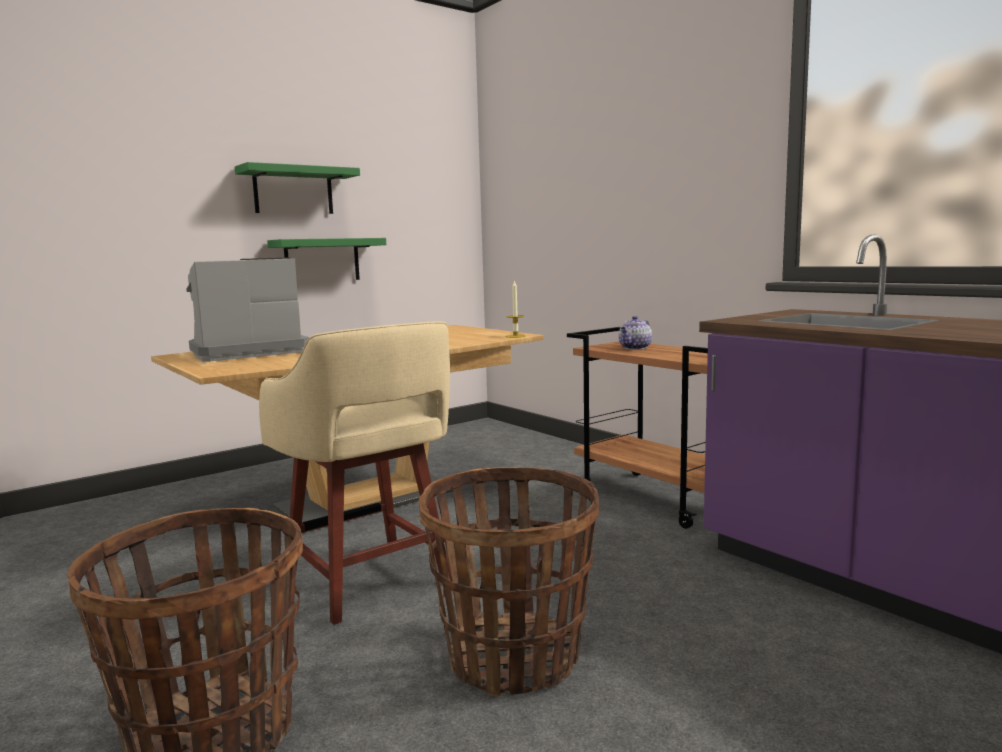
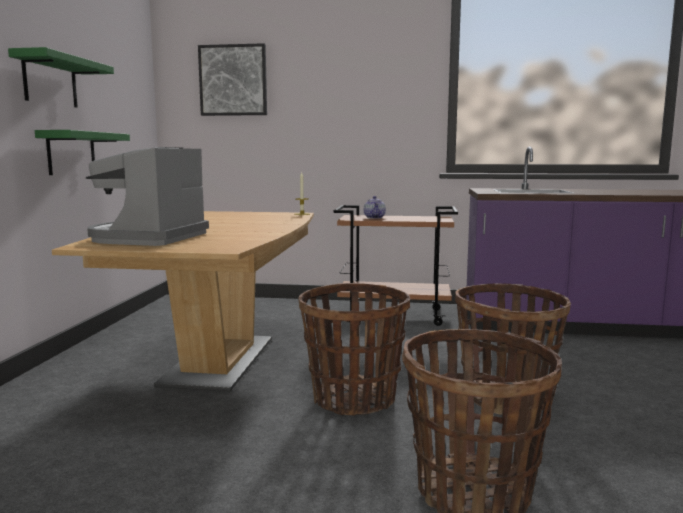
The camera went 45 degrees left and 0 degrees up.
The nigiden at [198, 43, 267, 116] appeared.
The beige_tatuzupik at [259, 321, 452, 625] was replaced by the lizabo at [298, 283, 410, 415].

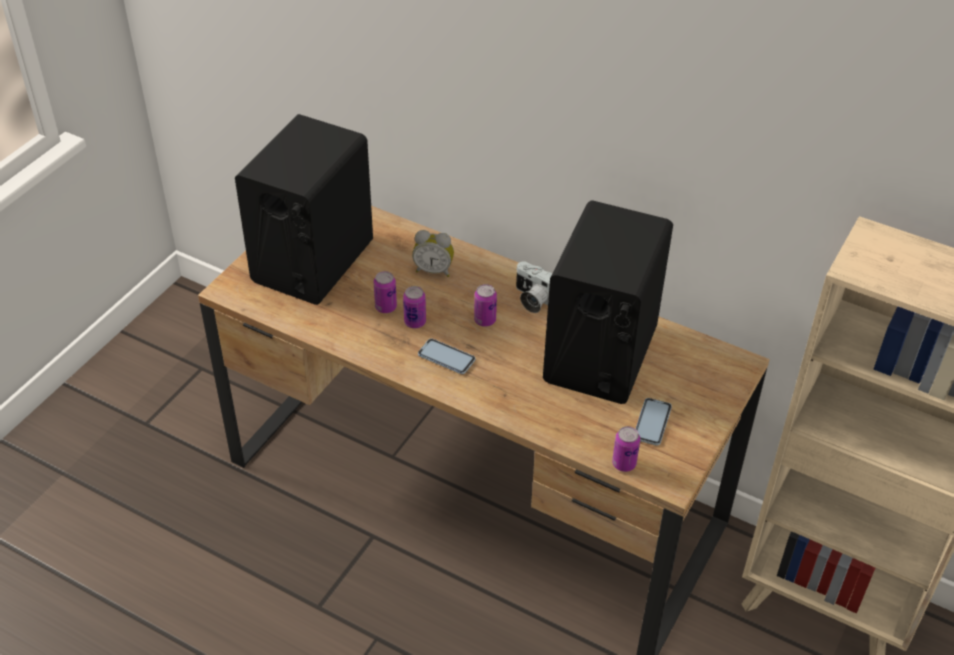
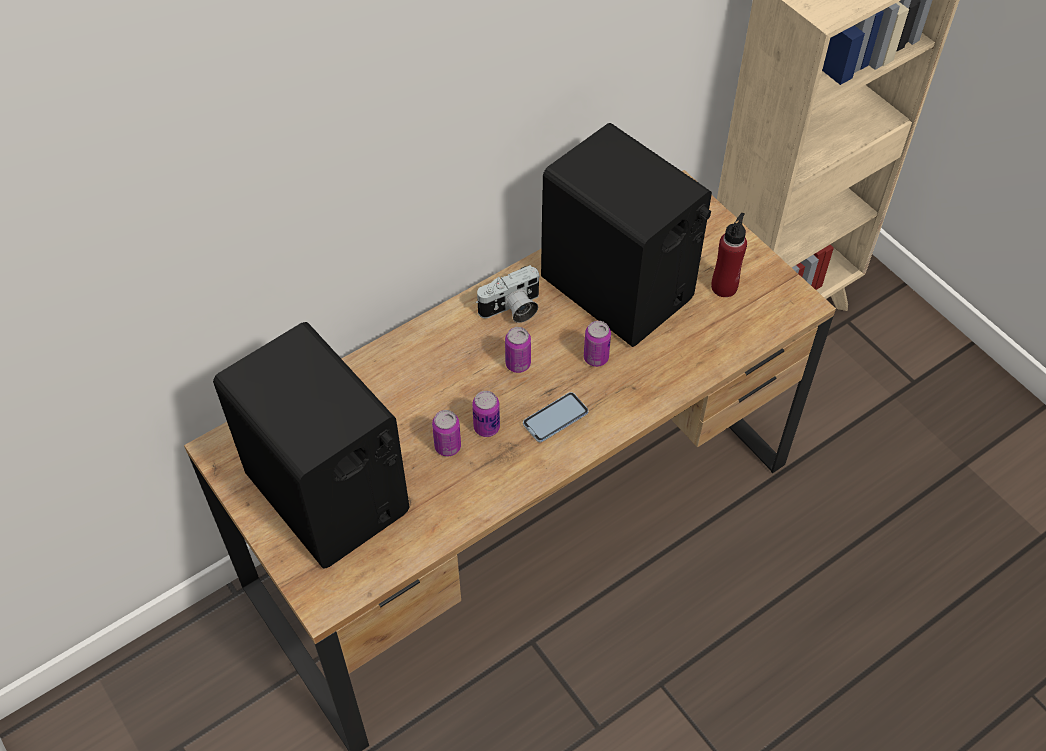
The camera went 65 degrees left and 10 degrees up.
The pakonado at [412, 230, 454, 277] disappeared.
The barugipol moved from [612, 426, 640, 472] to [584, 321, 611, 367].
The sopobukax at [636, 398, 672, 446] was replaced by the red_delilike at [711, 213, 747, 297].

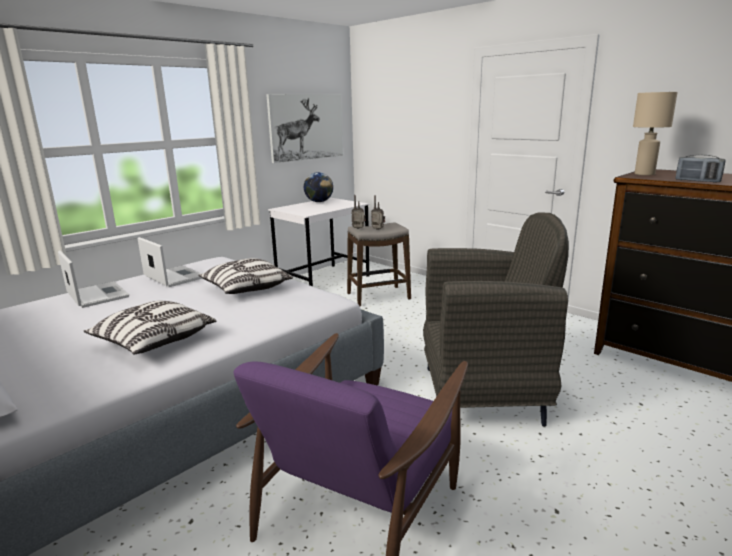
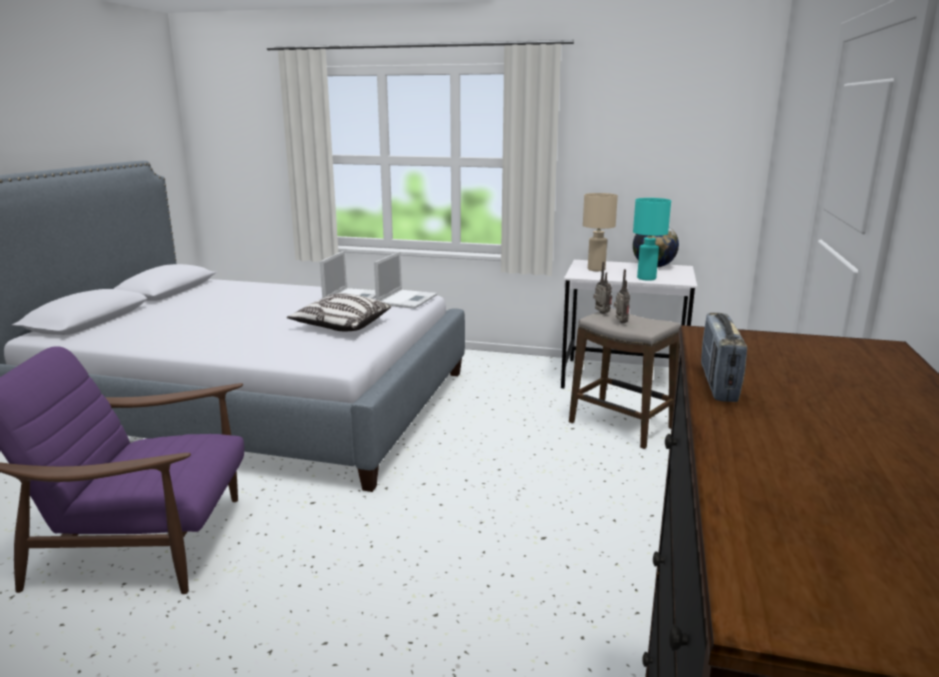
The camera went 60 degrees right and 0 degrees up.
The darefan at [84, 301, 216, 355] disappeared.
The nigiden at [266, 94, 343, 163] disappeared.
The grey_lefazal at [423, 213, 569, 426] disappeared.
The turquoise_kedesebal at [633, 198, 671, 281] appeared.
The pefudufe moved from [58, 251, 129, 308] to [374, 252, 437, 309].
The beige_kedesebal moved from [633, 92, 678, 176] to [583, 193, 618, 271].

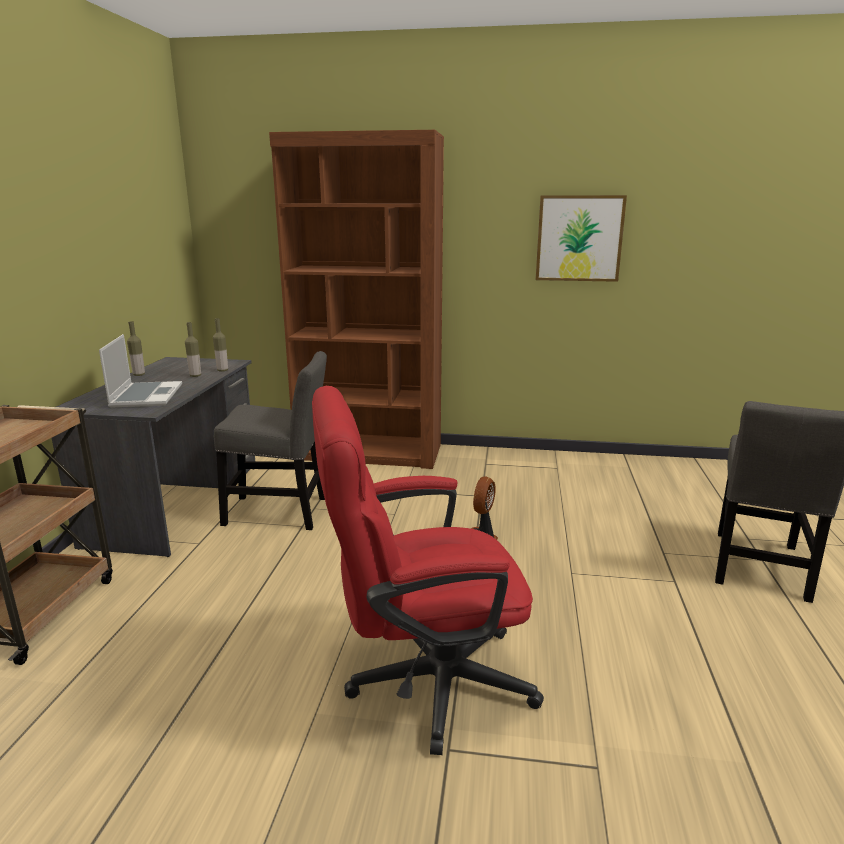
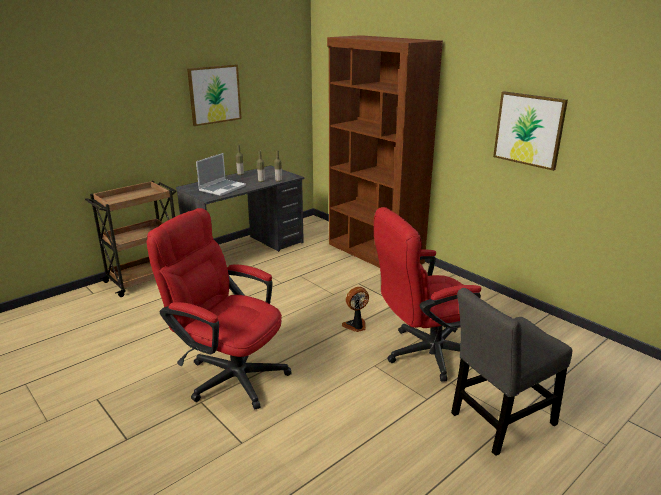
The camera went 40 degrees right and 5 degrees up.
The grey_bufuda at [214, 351, 327, 530] disappeared.
The nigiden at [187, 64, 242, 126] appeared.
The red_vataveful at [374, 207, 481, 381] appeared.

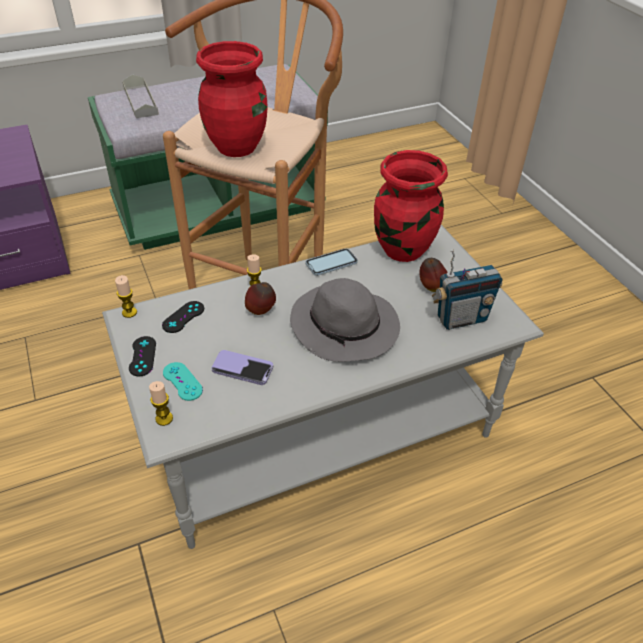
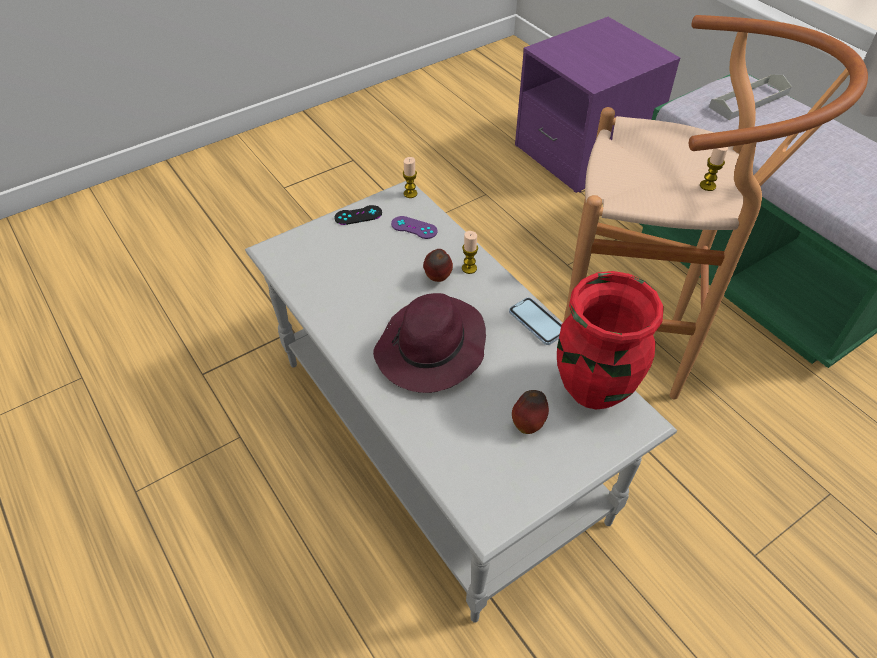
The camera went 80 degrees right and 5 degrees up.
The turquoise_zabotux at [163, 362, 203, 401] disappeared.
The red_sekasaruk at [196, 41, 268, 157] disappeared.
The sopobukax at [211, 350, 273, 385] disappeared.
The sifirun at [432, 249, 503, 330] disappeared.
The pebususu moved from [149, 381, 173, 426] to [700, 147, 728, 191].
The black_zabotux at [162, 301, 204, 333] became the purple_zabotux at [391, 216, 438, 239].
The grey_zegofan at [290, 278, 400, 362] became the purple_zegofan at [373, 293, 486, 393].

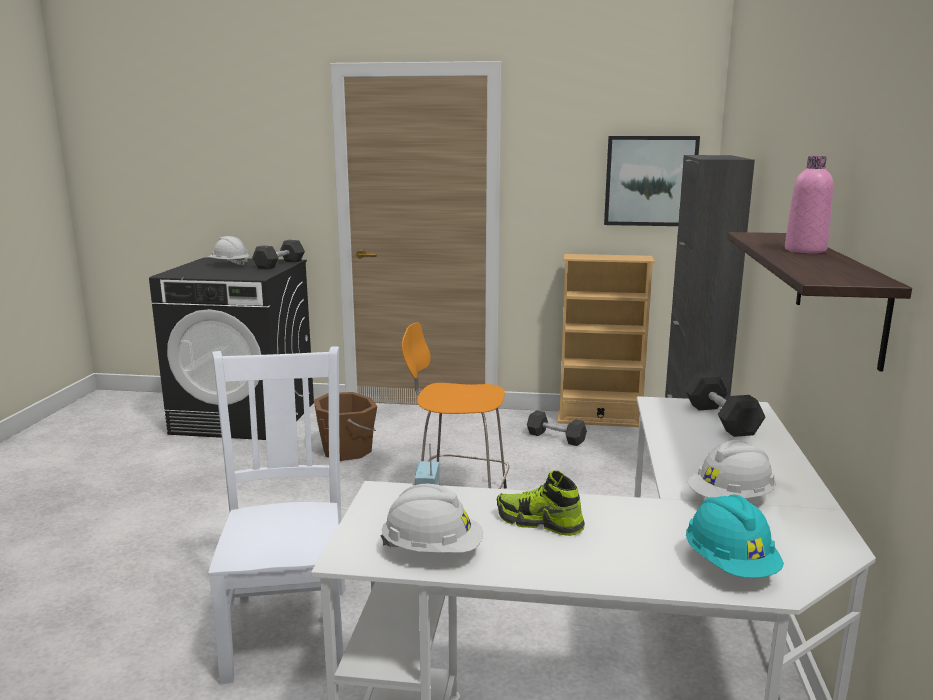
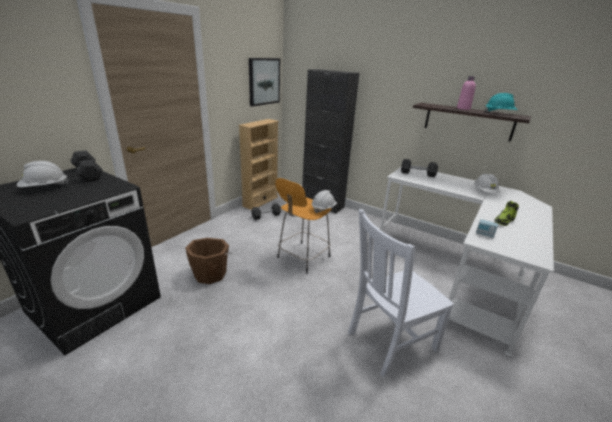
The camera went 65 degrees left and 10 degrees up.
The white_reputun moved from [380, 484, 483, 553] to [312, 190, 337, 213].
The turquoise_reputun moved from [686, 495, 784, 578] to [484, 93, 518, 113].
The white_bufuda at [208, 347, 346, 684] turned 45 degrees counterclockwise.

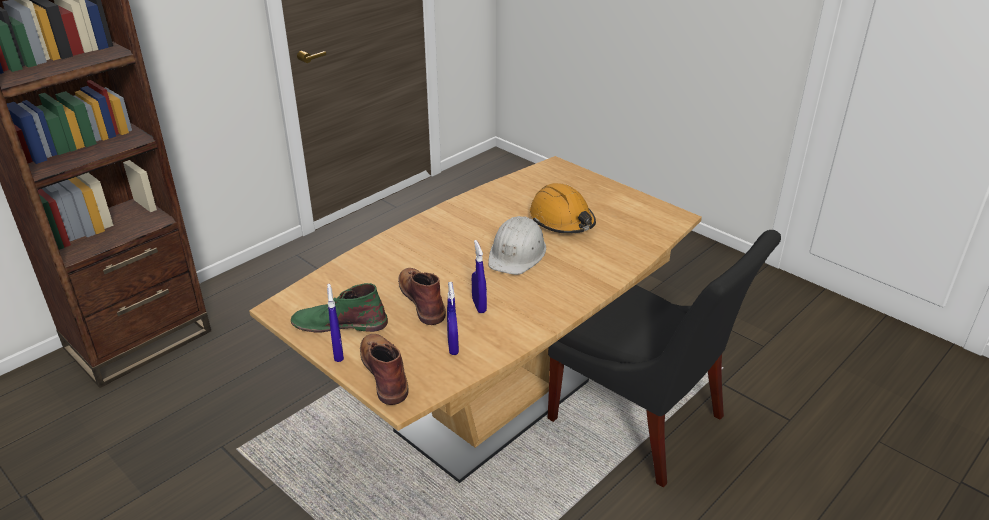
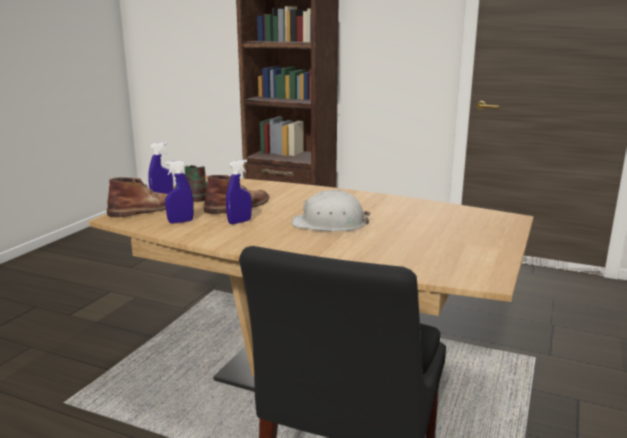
The camera went 70 degrees right and 15 degrees down.
The orange_reputun at [530, 183, 596, 234] disappeared.

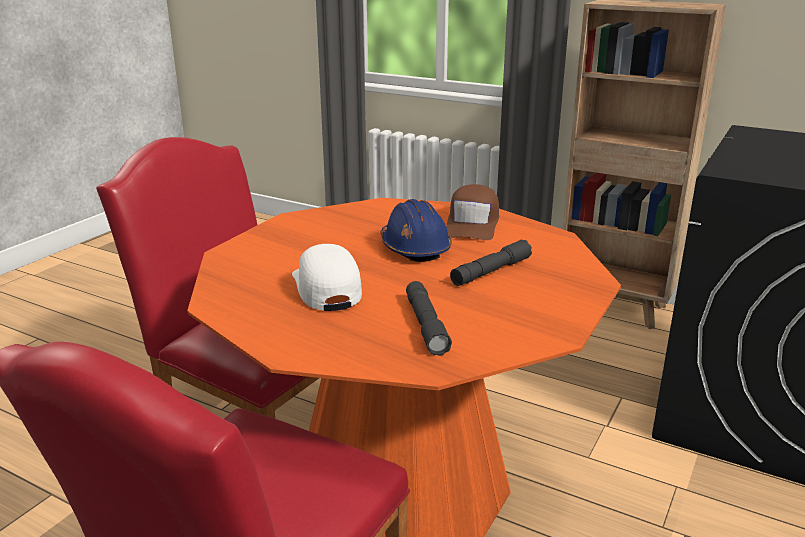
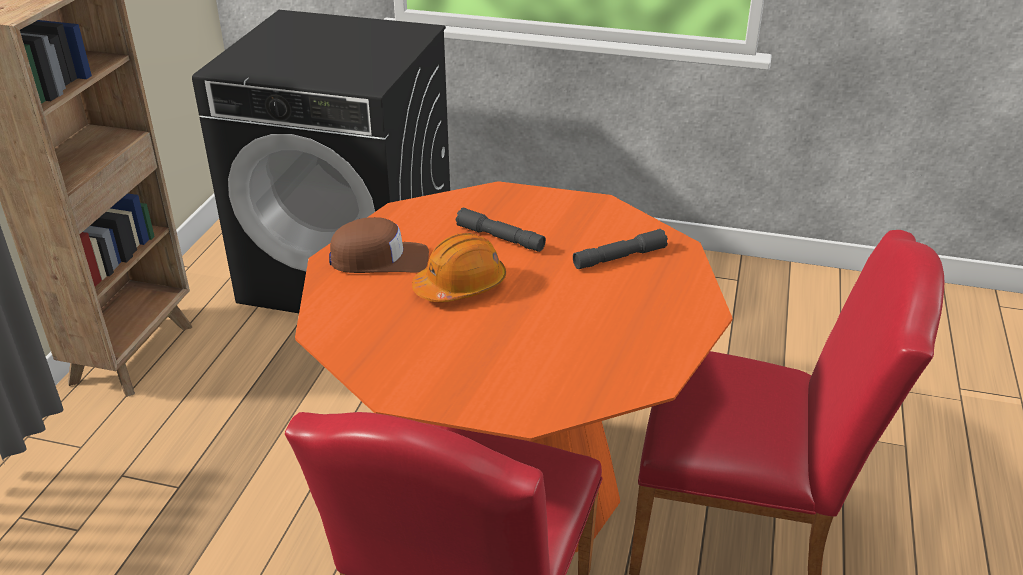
The camera went 105 degrees left and 10 degrees up.
The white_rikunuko at [292, 244, 362, 311] disappeared.
The blue_reputun at [381, 199, 452, 262] became the orange_reputun at [412, 233, 506, 302].

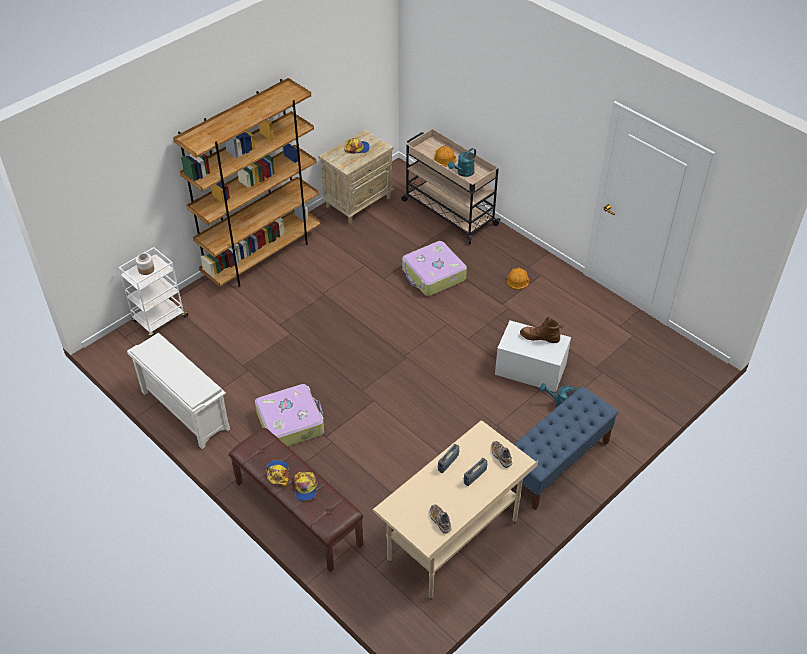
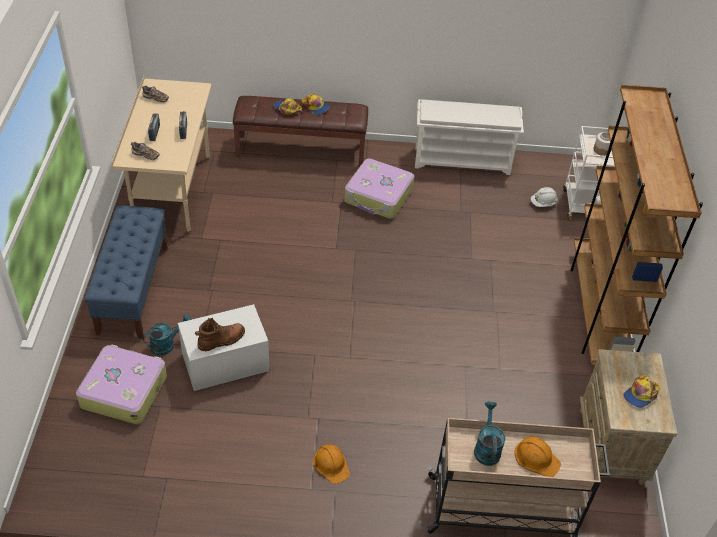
The camera went 135 degrees right and 0 degrees up.
The white_reputun at [531, 187, 558, 207] appeared.
The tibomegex moved from [402, 241, 467, 296] to [76, 344, 167, 424].

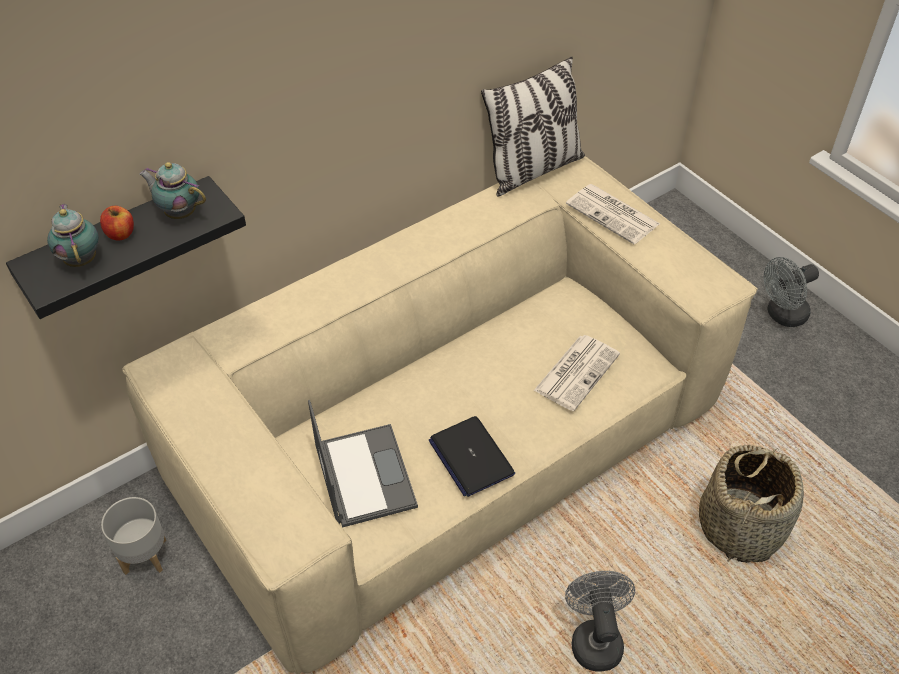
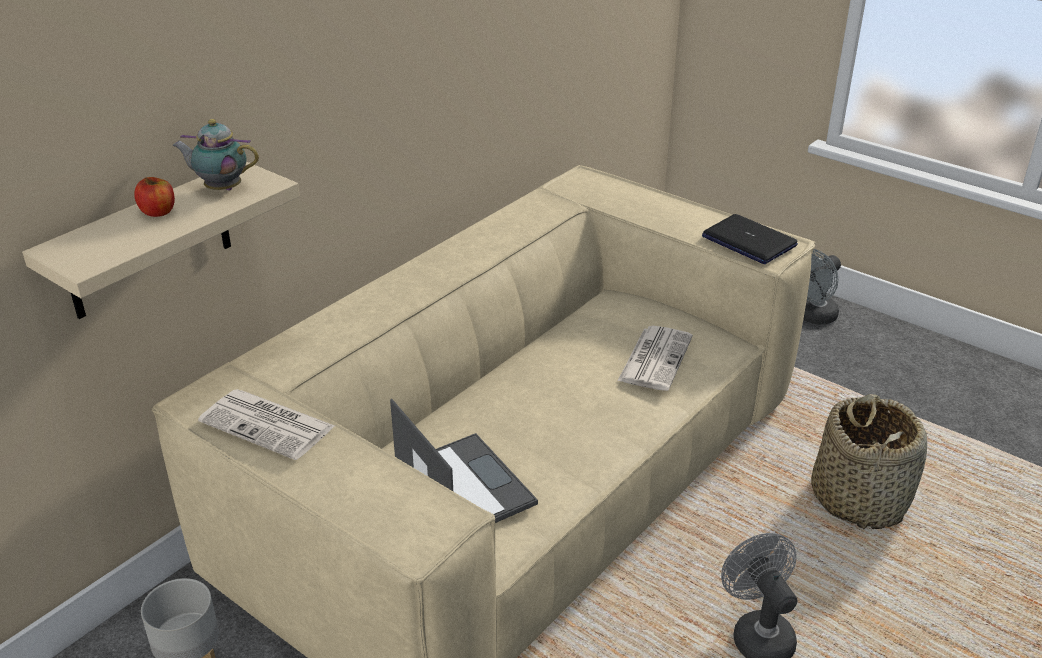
The camera went 15 degrees left and 15 degrees down.
The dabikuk at [47, 203, 99, 267] disappeared.
The darefan at [481, 56, 585, 197] disappeared.
The pefudufe moved from [428, 416, 515, 497] to [702, 214, 798, 264].
The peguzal moved from [566, 184, 660, 244] to [198, 389, 335, 460].
The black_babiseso at [6, 176, 246, 319] became the beige_babiseso at [22, 161, 300, 319].

